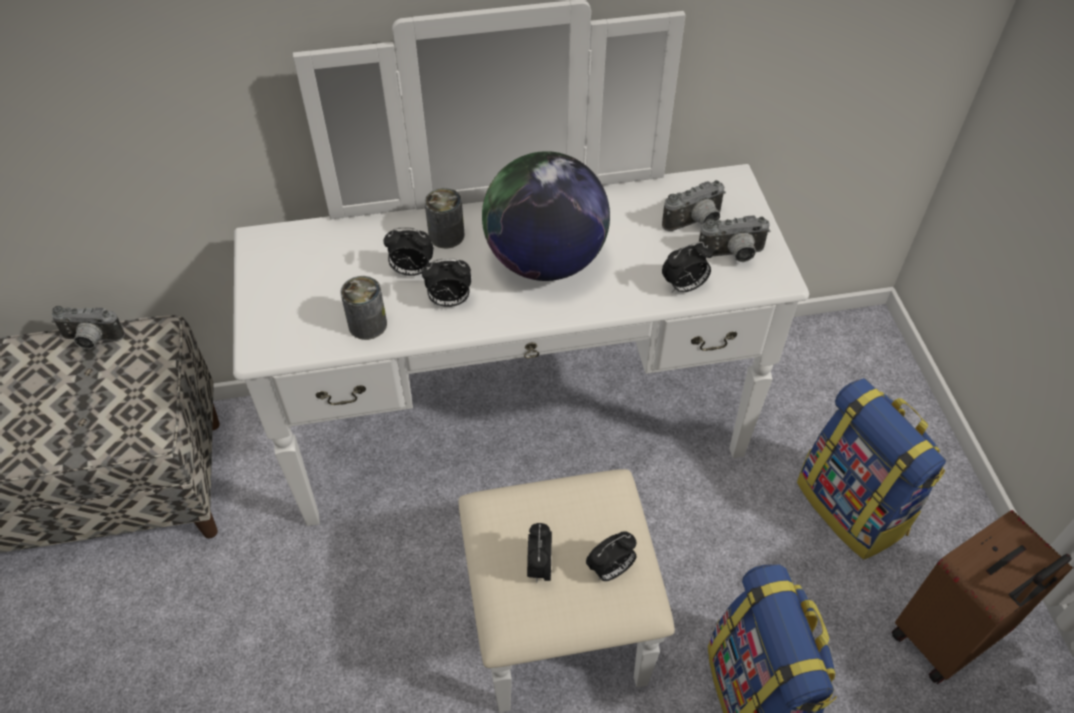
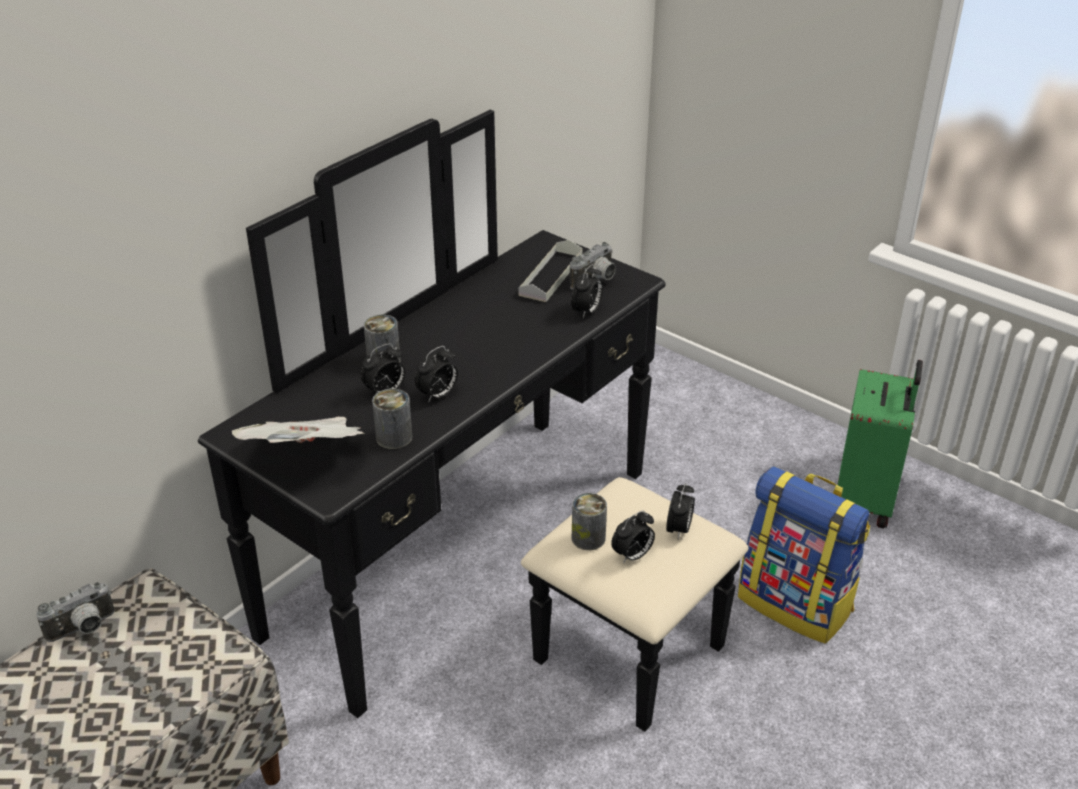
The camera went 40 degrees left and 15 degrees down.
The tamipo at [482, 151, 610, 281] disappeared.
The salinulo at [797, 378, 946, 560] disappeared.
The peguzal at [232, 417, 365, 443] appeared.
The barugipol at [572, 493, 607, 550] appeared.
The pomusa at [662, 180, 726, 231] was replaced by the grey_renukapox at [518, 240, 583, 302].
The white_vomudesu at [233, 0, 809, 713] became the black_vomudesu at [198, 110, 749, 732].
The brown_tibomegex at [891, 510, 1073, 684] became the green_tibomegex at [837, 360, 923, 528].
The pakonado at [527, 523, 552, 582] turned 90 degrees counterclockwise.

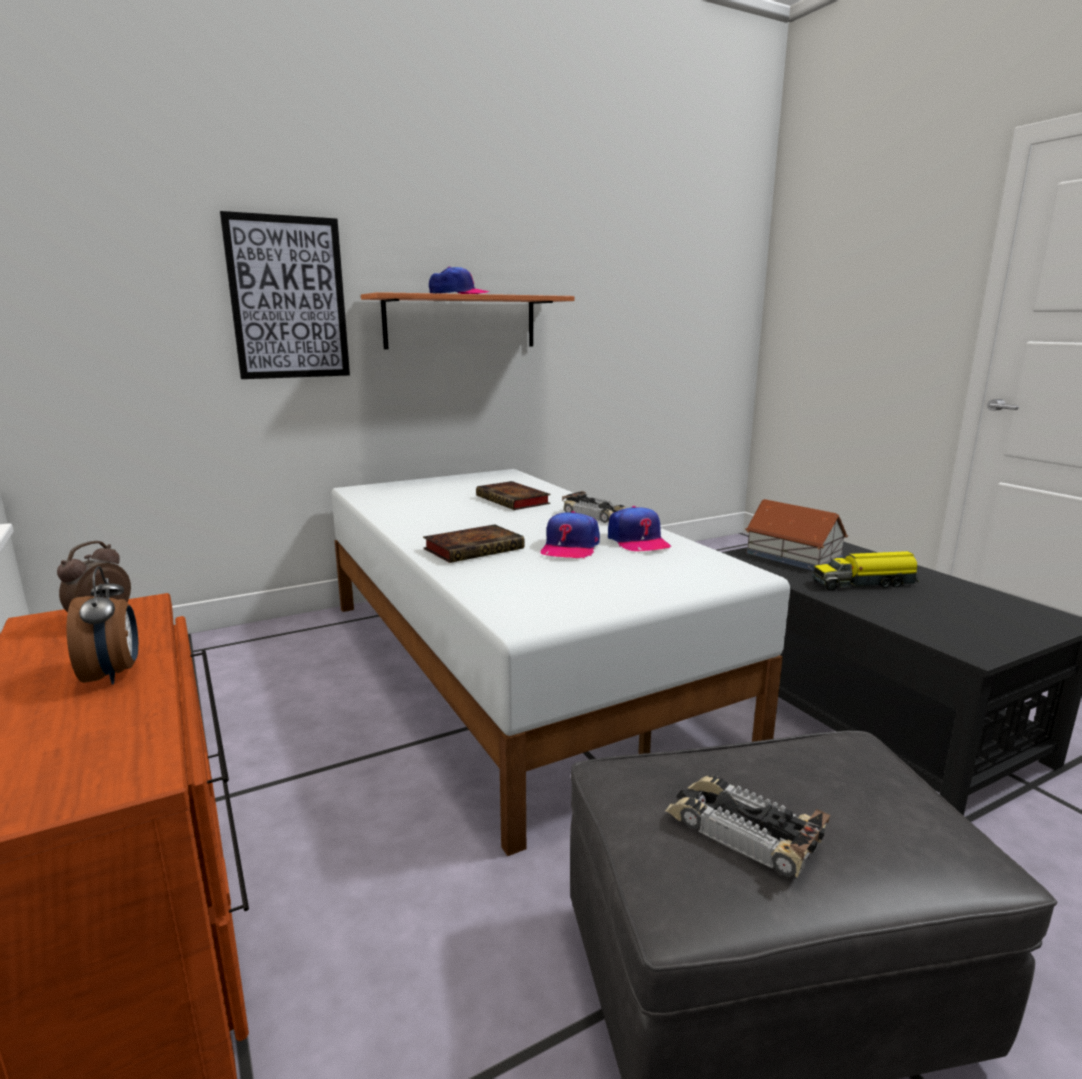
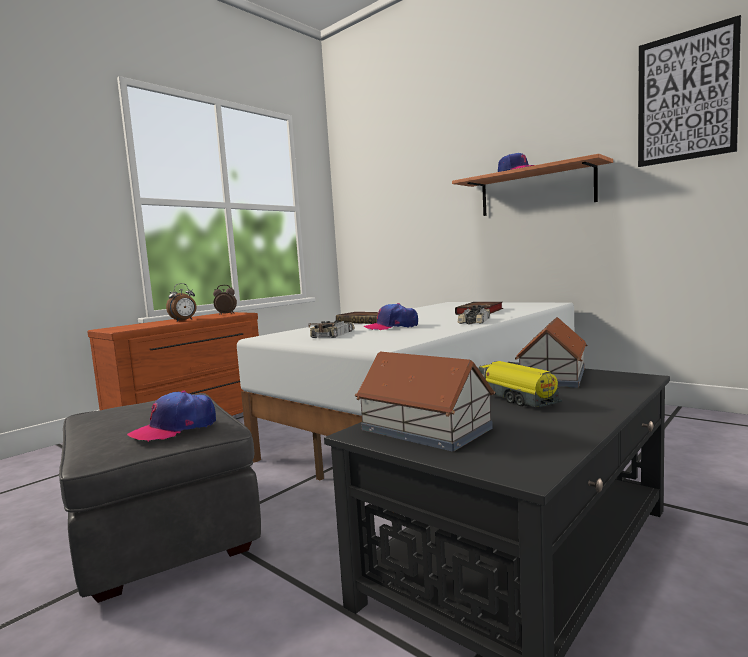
The camera went 70 degrees right and 10 degrees down.
The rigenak at [355, 352, 496, 452] appeared.
The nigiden moved from [220, 211, 350, 379] to [638, 15, 741, 167].
The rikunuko moved from [608, 506, 671, 551] to [127, 391, 216, 442].
The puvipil moved from [666, 775, 830, 877] to [308, 320, 355, 338].

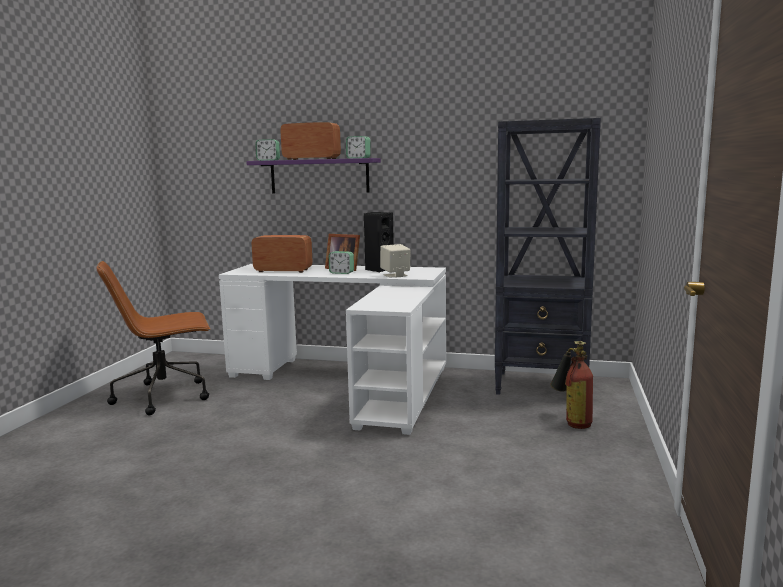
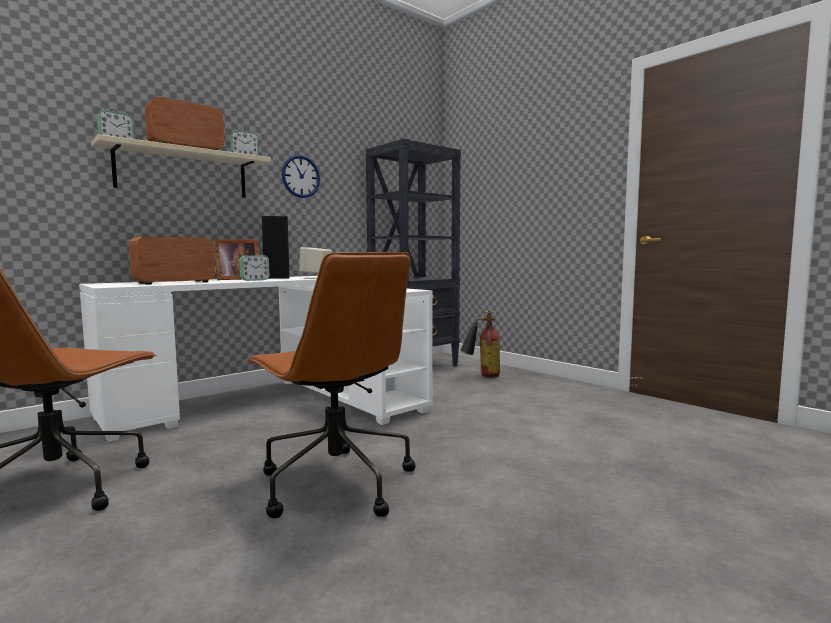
The camera went 55 degrees left and 5 degrees down.
The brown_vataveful at [247, 252, 415, 518] appeared.
The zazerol at [282, 155, 320, 198] appeared.
The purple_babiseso at [246, 158, 381, 193] became the beige_babiseso at [91, 134, 271, 198].

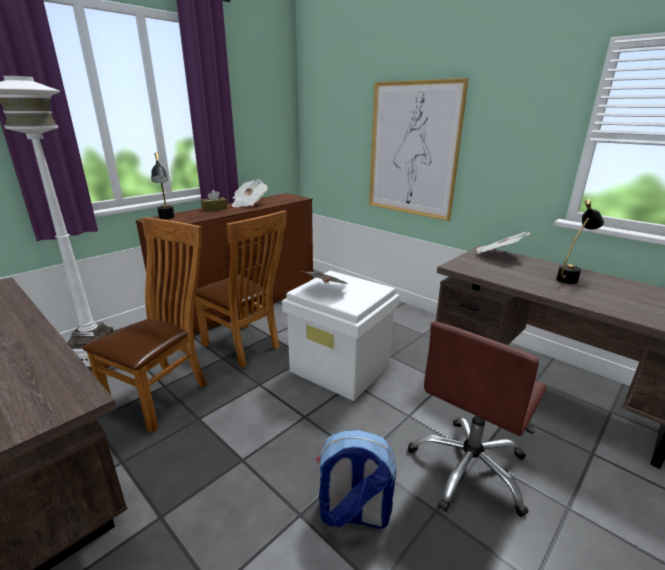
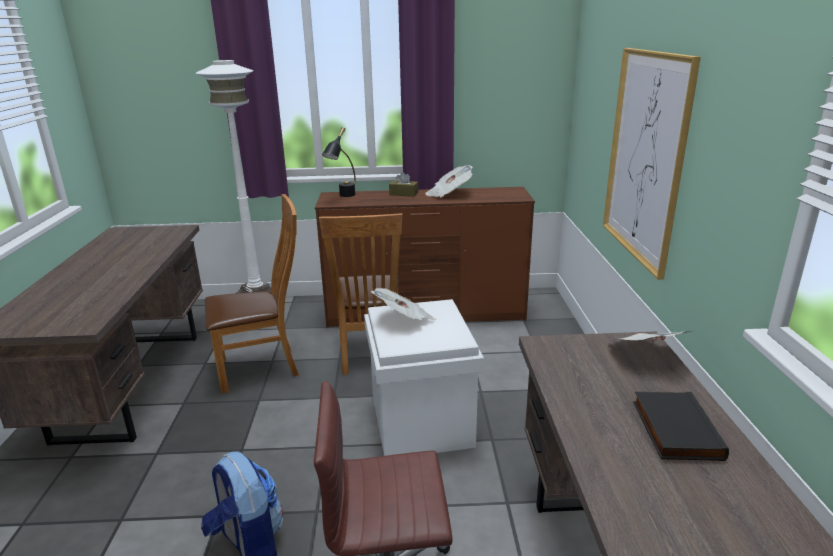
The camera went 45 degrees right and 0 degrees up.
The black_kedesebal at [556, 199, 604, 284] was replaced by the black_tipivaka at [633, 392, 729, 461].

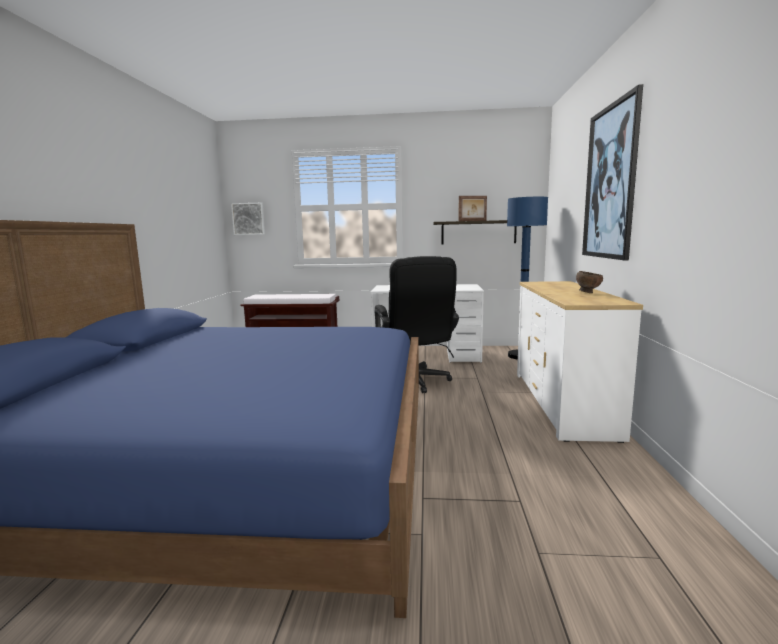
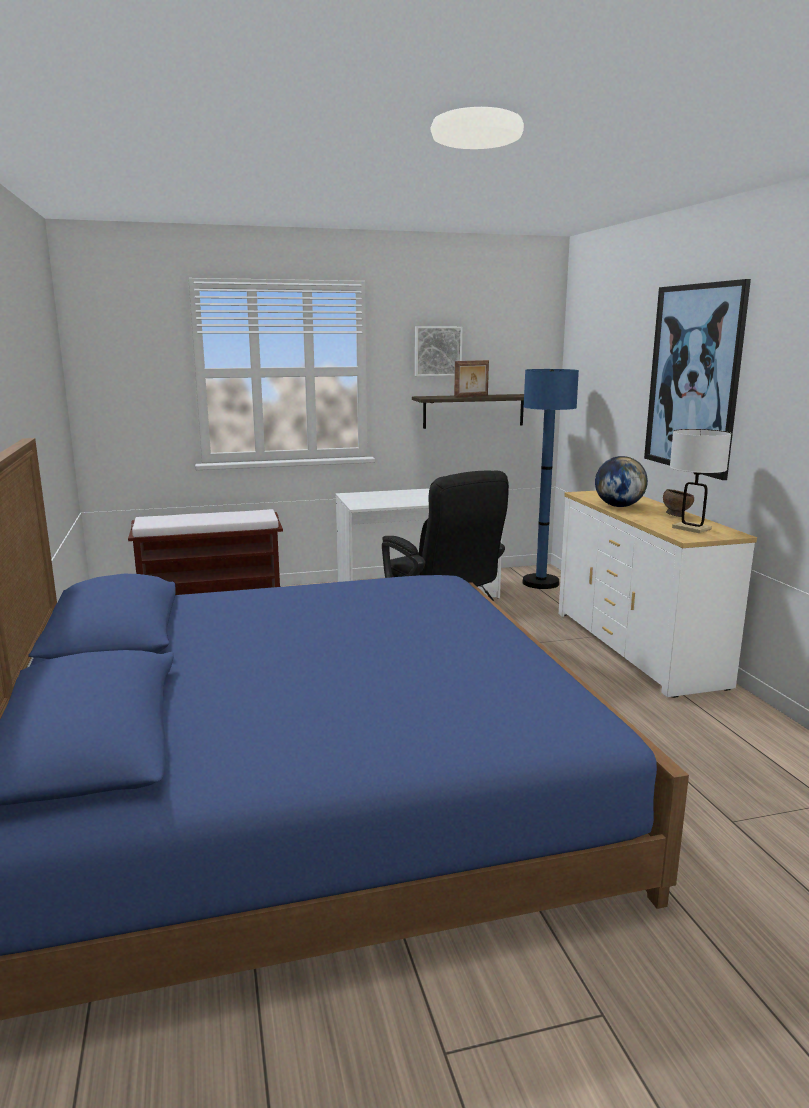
The camera went 20 degrees left and 5 degrees up.
The tamipo at [595, 456, 648, 507] appeared.
The white_kedesebal at [670, 429, 731, 533] appeared.
The nigiden moved from [231, 203, 265, 235] to [415, 327, 463, 376].

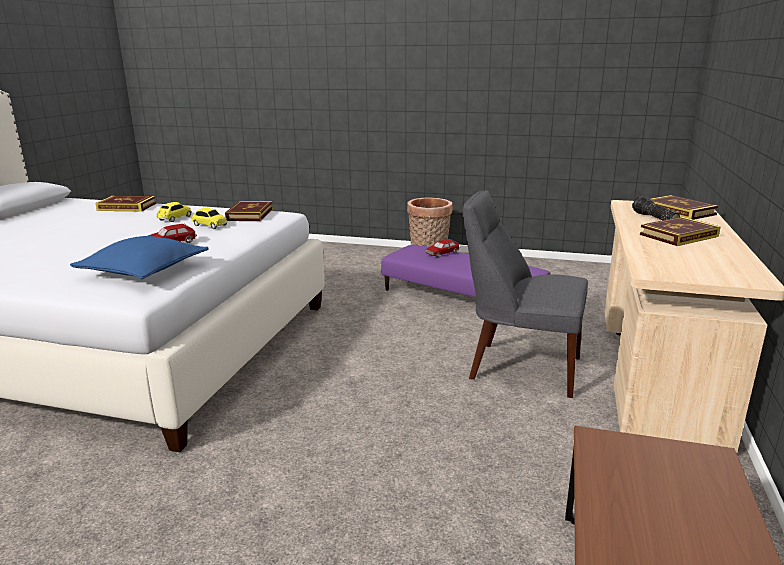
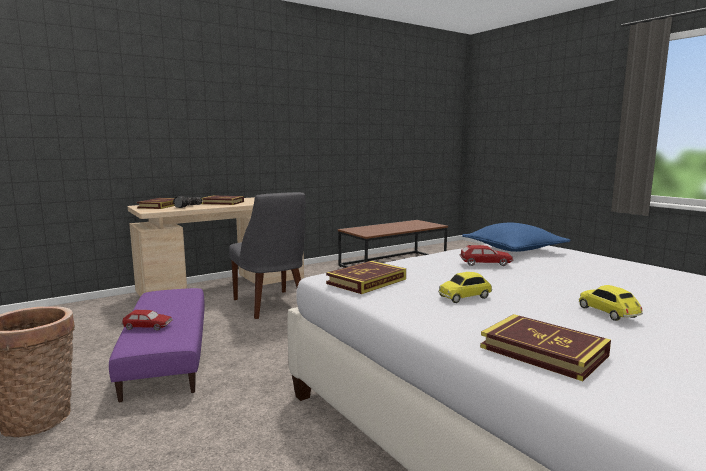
The camera went 140 degrees left and 10 degrees down.
The puvipil moved from [192, 208, 228, 229] to [579, 285, 643, 321].

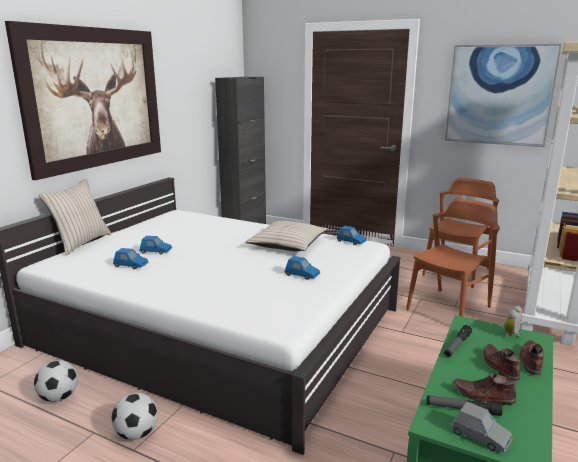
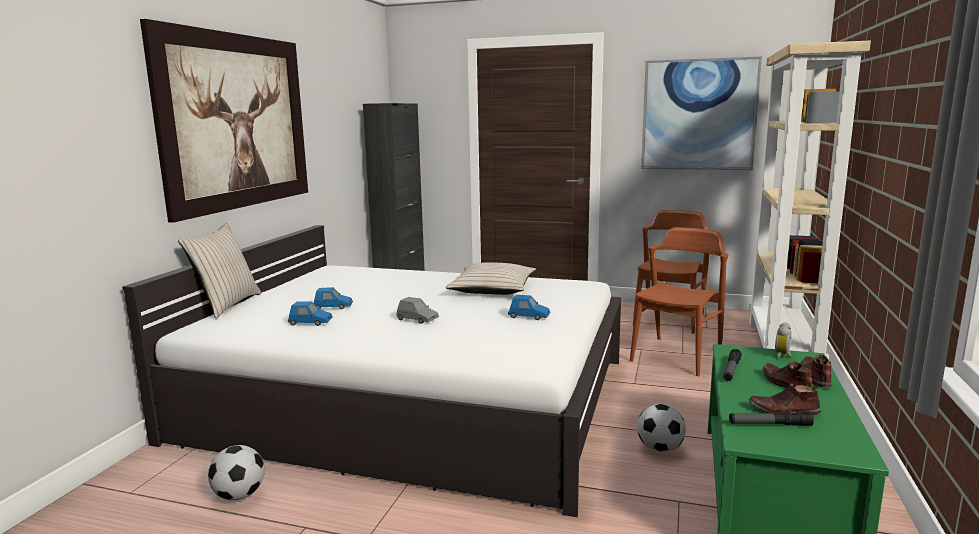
The camera went 10 degrees left and 5 degrees down.
The blue_puvipil at [337, 226, 367, 245] disappeared.
The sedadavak moved from [111, 393, 158, 440] to [637, 404, 686, 452].
The grey_puvipil moved from [451, 402, 513, 453] to [396, 297, 439, 324].

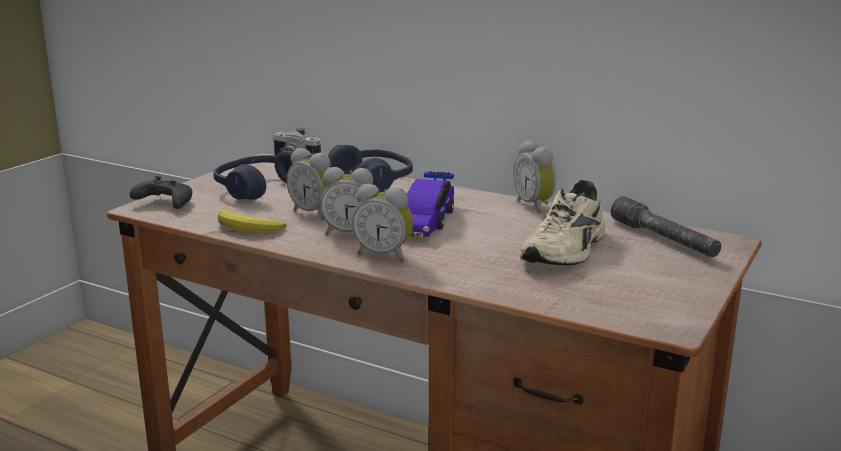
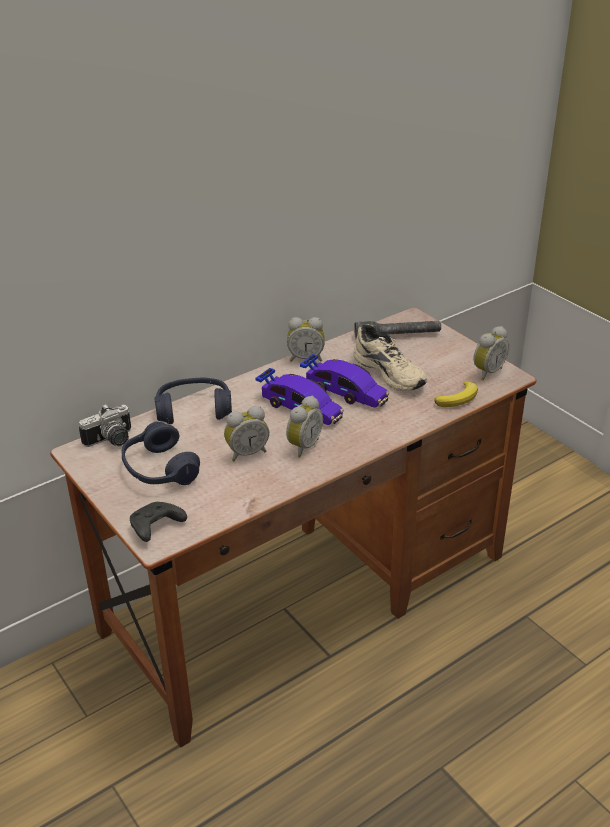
The camera went 65 degrees left and 15 degrees up.
The puvipil at [300, 354, 389, 408] appeared.
The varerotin moved from [218, 209, 287, 233] to [435, 381, 478, 407].
The pakonado moved from [352, 184, 413, 262] to [474, 326, 509, 380].

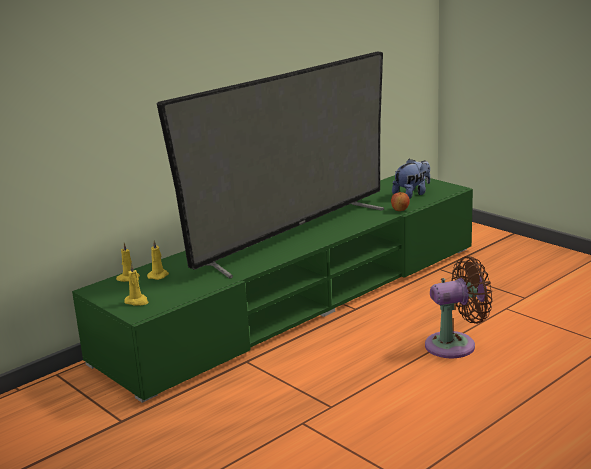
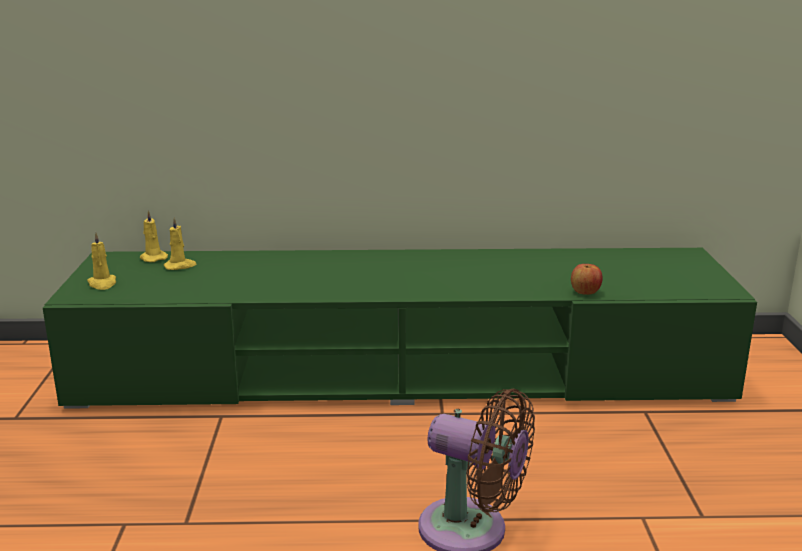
The camera went 40 degrees right and 0 degrees up.
The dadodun at [157, 52, 384, 279] disappeared.
The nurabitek at [392, 159, 430, 199] disappeared.

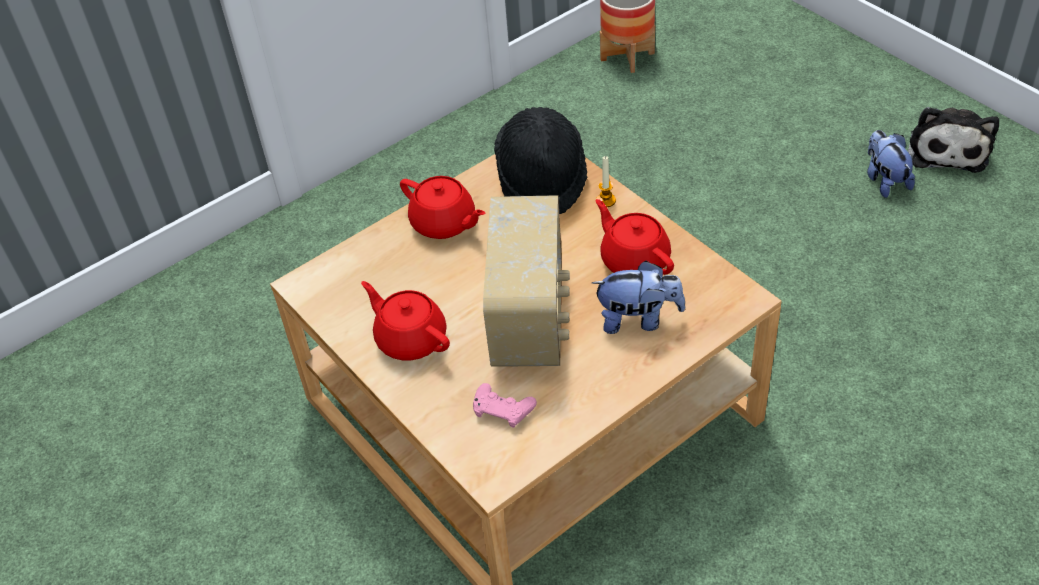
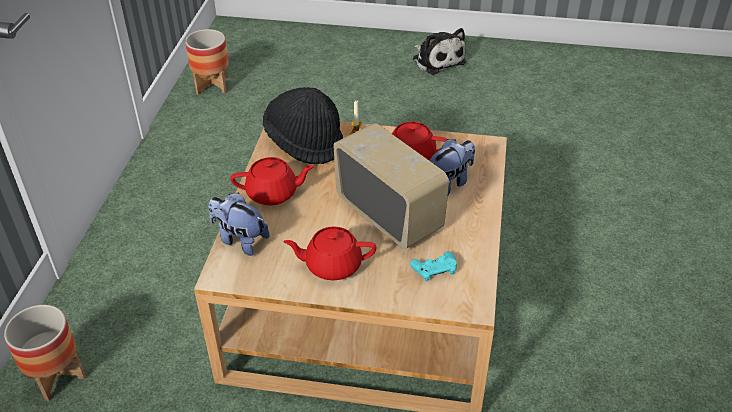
The camera went 45 degrees left and 5 degrees down.
The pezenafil at [4, 305, 86, 401] appeared.
The nurabitek moved from [867, 130, 915, 198] to [208, 193, 270, 256].
The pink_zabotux at [473, 383, 537, 428] became the turquoise_zabotux at [410, 251, 457, 282].

